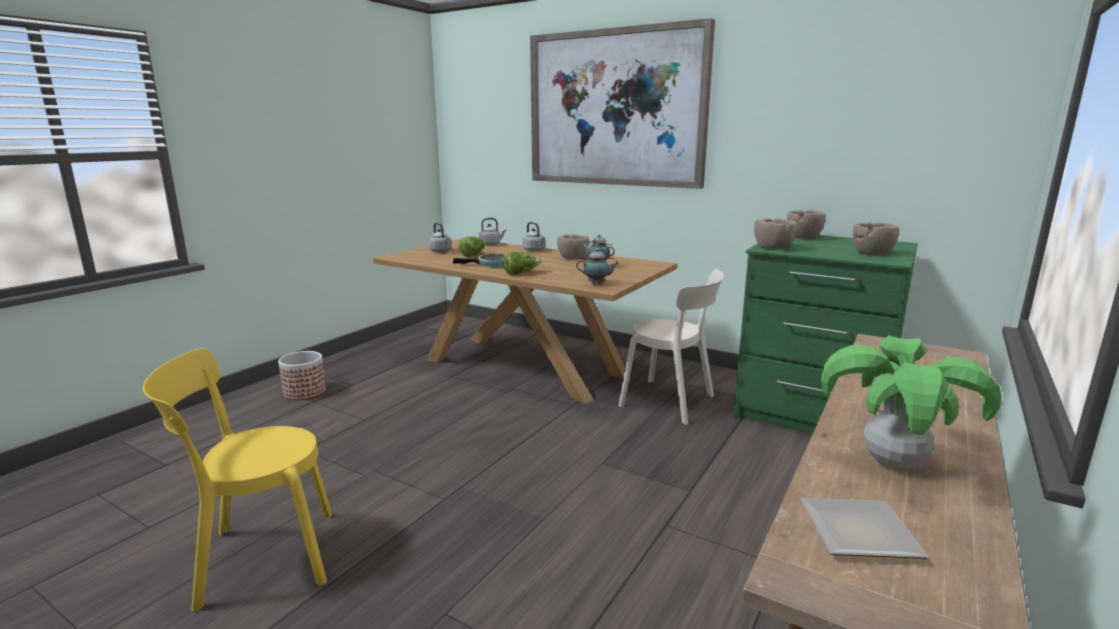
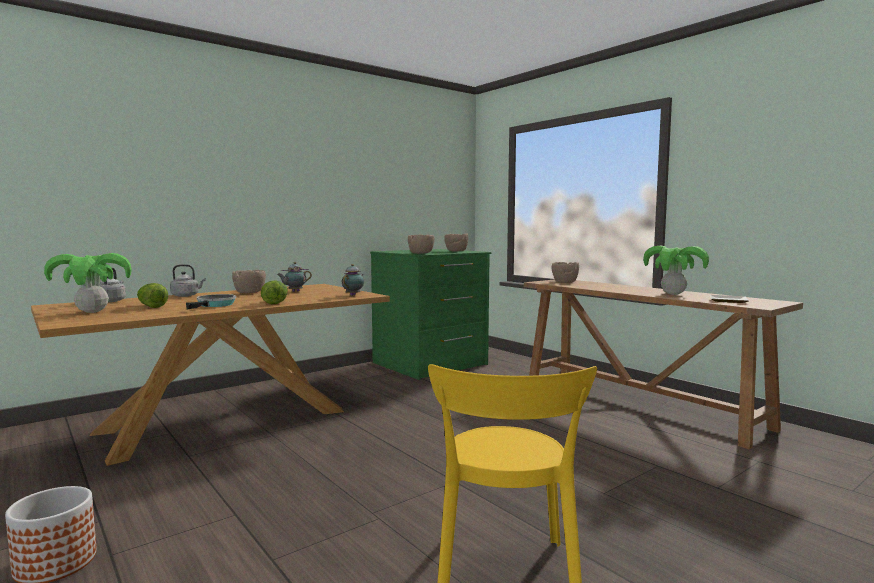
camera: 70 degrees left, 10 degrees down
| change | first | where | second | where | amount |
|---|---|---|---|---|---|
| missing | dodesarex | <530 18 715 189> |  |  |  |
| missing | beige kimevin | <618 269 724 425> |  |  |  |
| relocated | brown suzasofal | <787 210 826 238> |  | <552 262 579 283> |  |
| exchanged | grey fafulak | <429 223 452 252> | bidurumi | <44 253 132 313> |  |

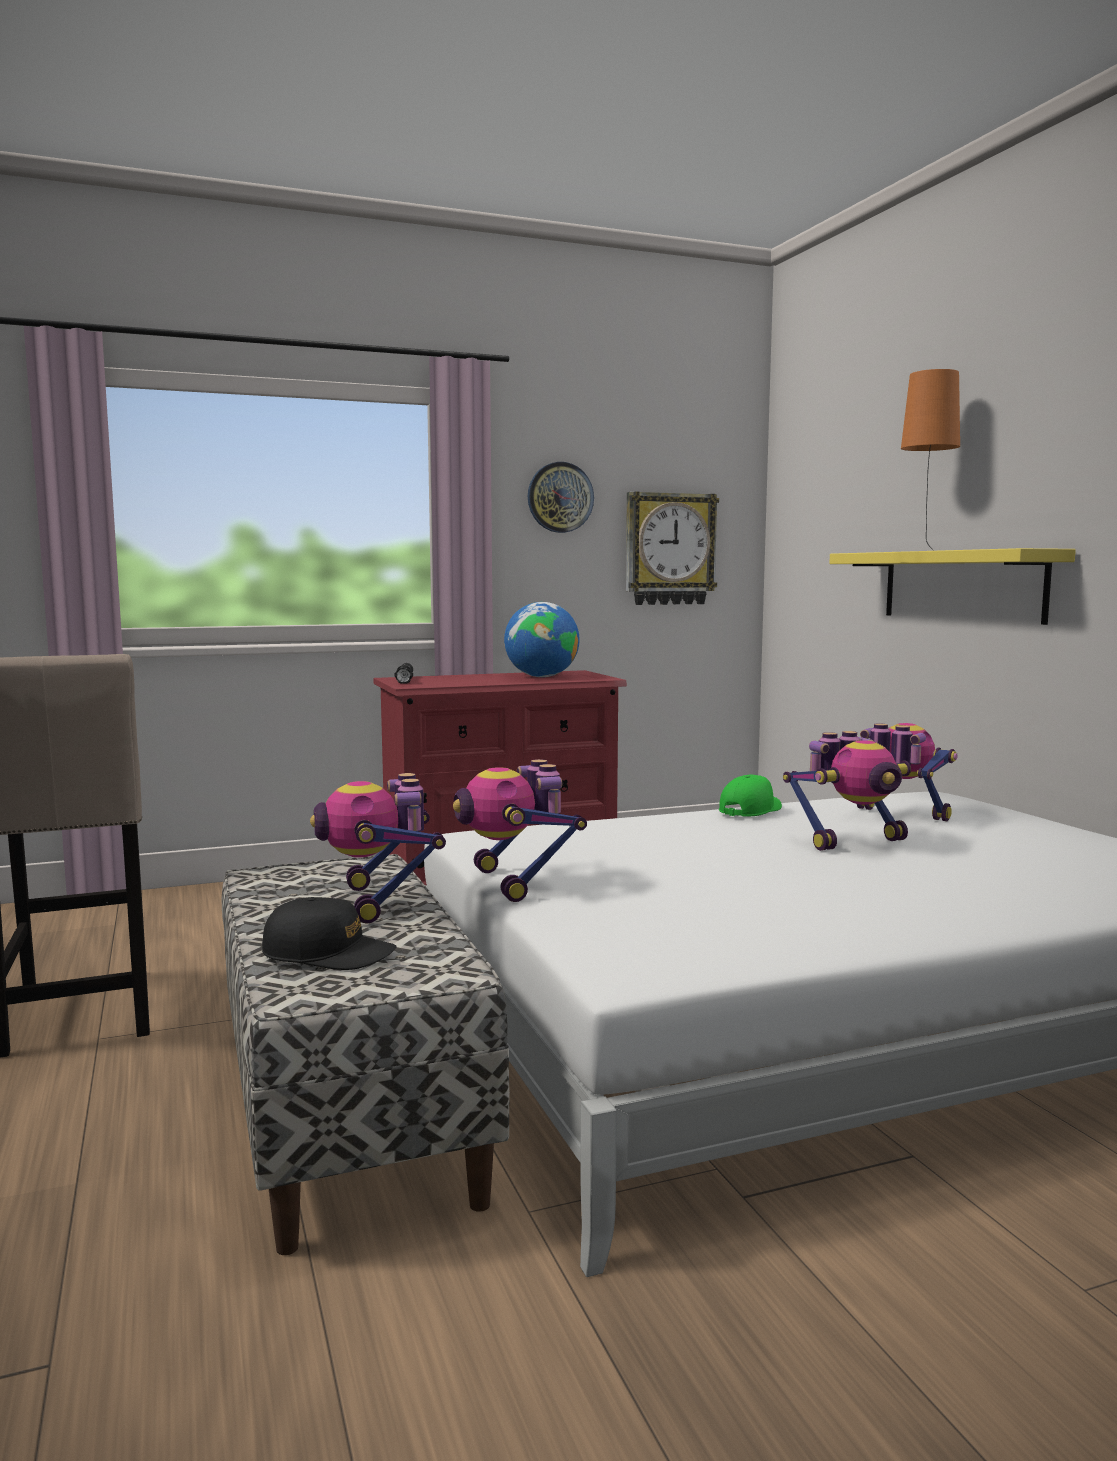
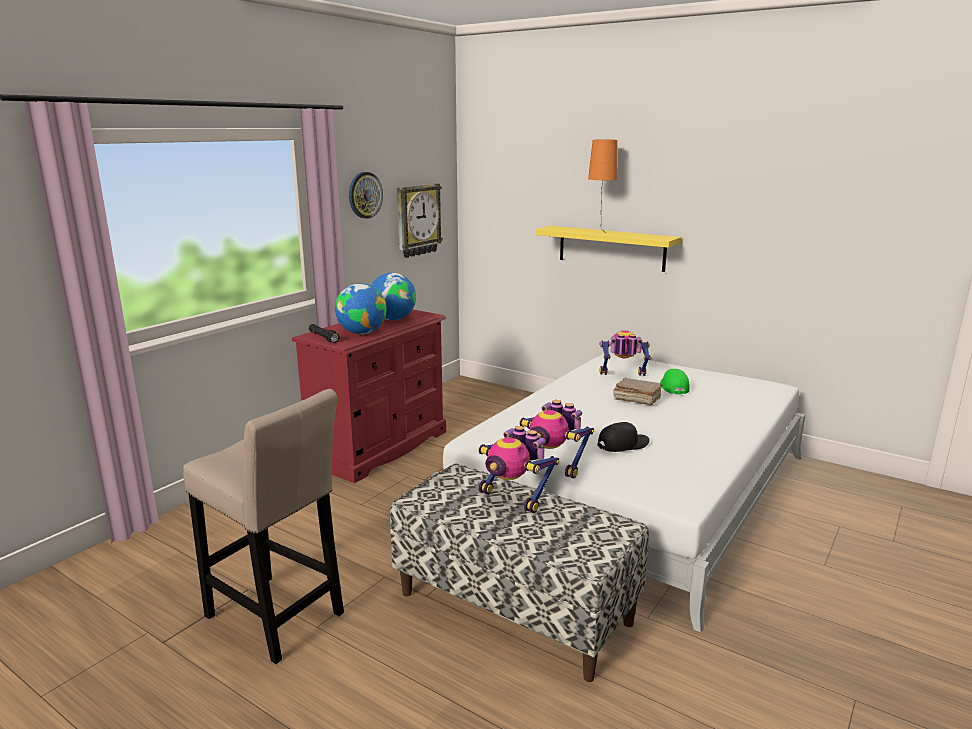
camera: 35 degrees left, 10 degrees up
| change | first | where | second | where | amount |
|---|---|---|---|---|---|
| appeared |  |  | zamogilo | <335 283 387 334> |  |
| relocated | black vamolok | <262 897 397 970> |  | <597 422 650 452> |  |
| relocated | green vamolok | <719 774 782 816> |  | <660 369 690 395> |  |
| exchanged | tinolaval | <783 731 911 851> | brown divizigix | <613 378 663 405> |  |

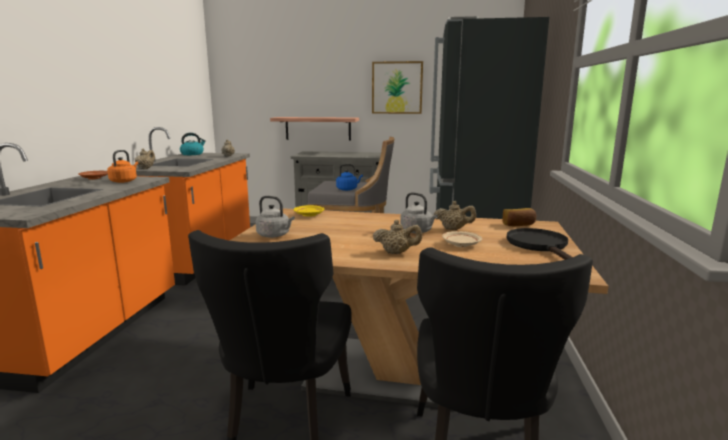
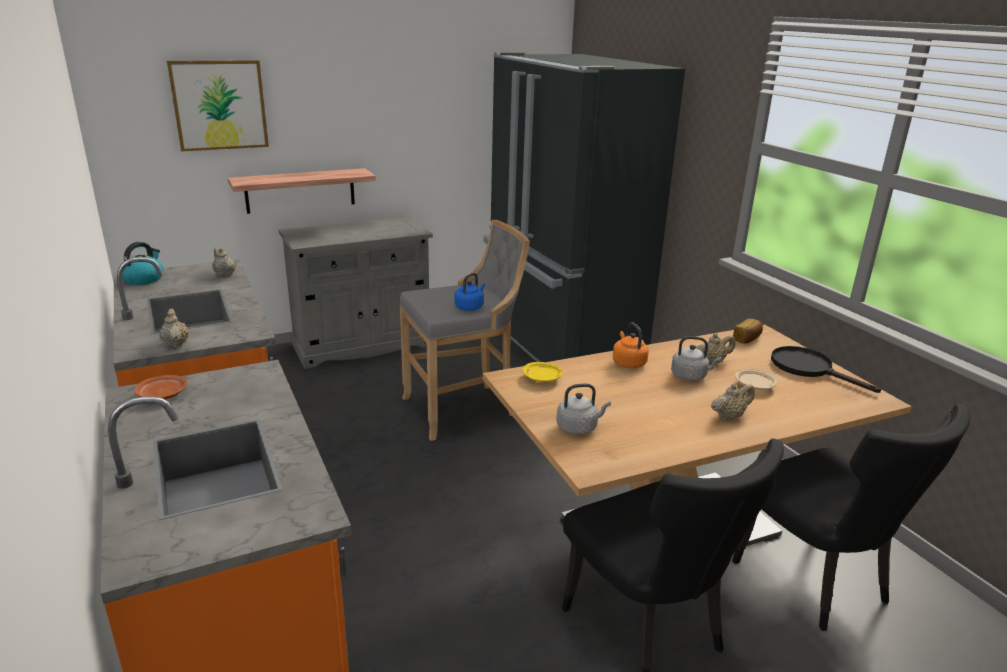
camera: 35 degrees left, 10 degrees up
| change | first | where | second | where | amount |
|---|---|---|---|---|---|
| relocated | orange fafulak | <107 150 138 183> |  | <613 322 649 369> |  |
| relocated | dodesarex | <372 61 423 114> |  | <167 60 269 151> |  |

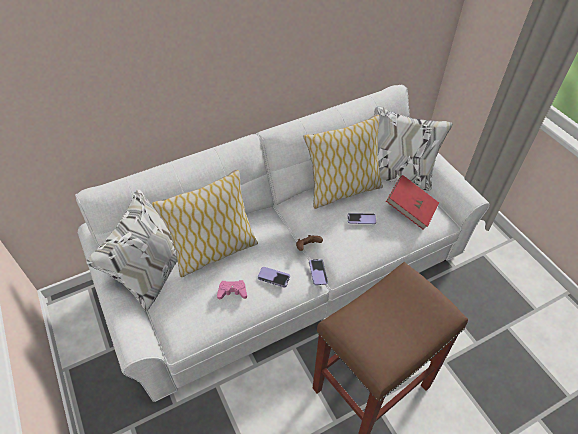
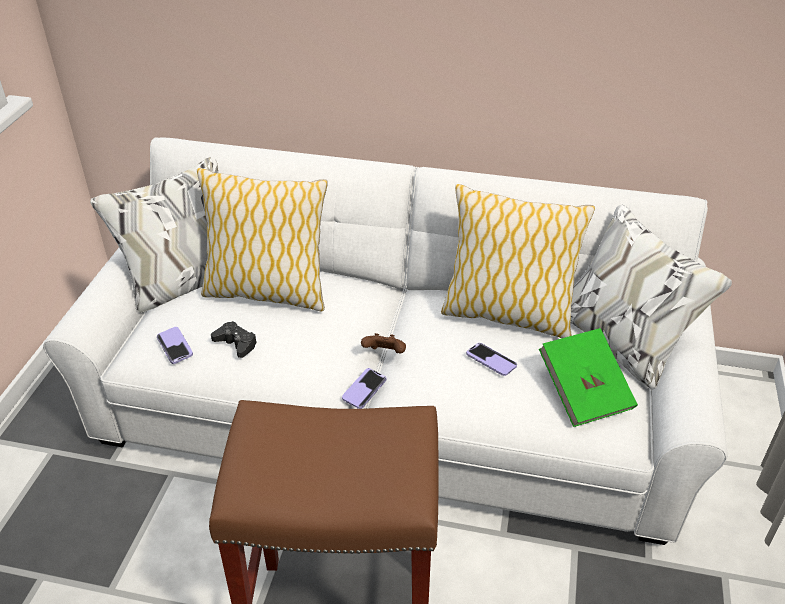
camera: 40 degrees right, 10 degrees down
| change | first | where | second | where | amount |
|---|---|---|---|---|---|
| relocated | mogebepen | <258 267 290 287> |  | <157 327 193 364> |  |
| colour | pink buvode | <217 280 247 299> | black buvode | <211 321 257 358> |  |
| colour | red divizigix | <386 175 439 230> | green divizigix | <539 328 638 427> |  |

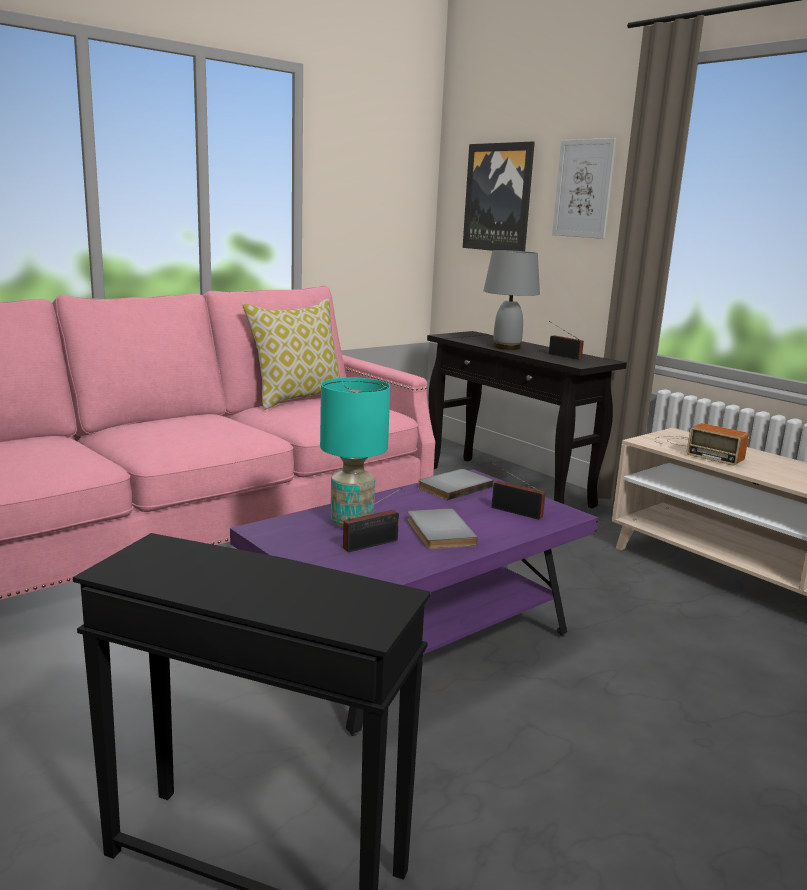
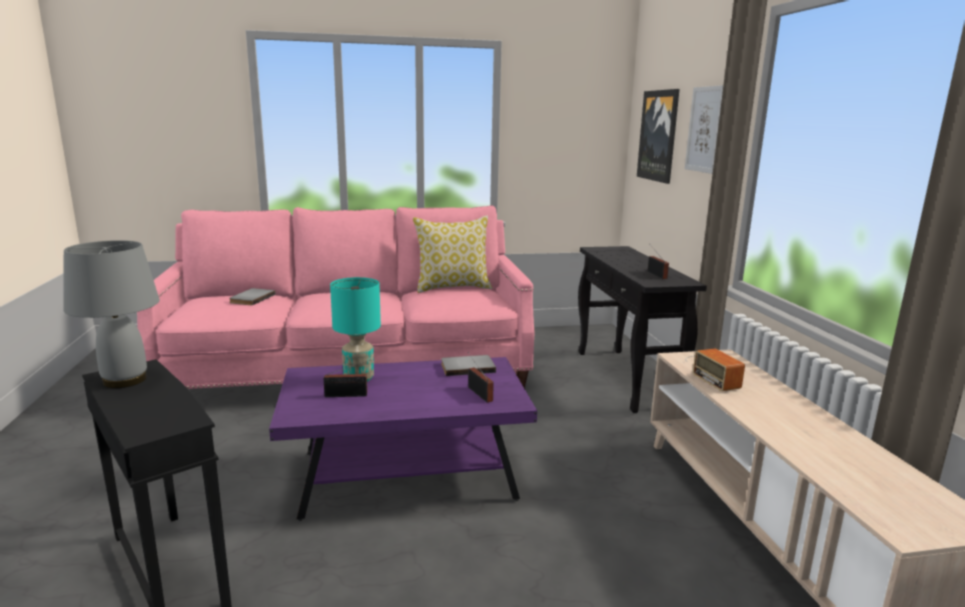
camera: 30 degrees right, 0 degrees up
| change | first | where | second | where | amount |
|---|---|---|---|---|---|
| relocated | grey divizigix | <407 508 478 549> |  | <229 288 275 306> |  |
| relocated | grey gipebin | <483 250 540 350> |  | <63 240 160 388> |  |

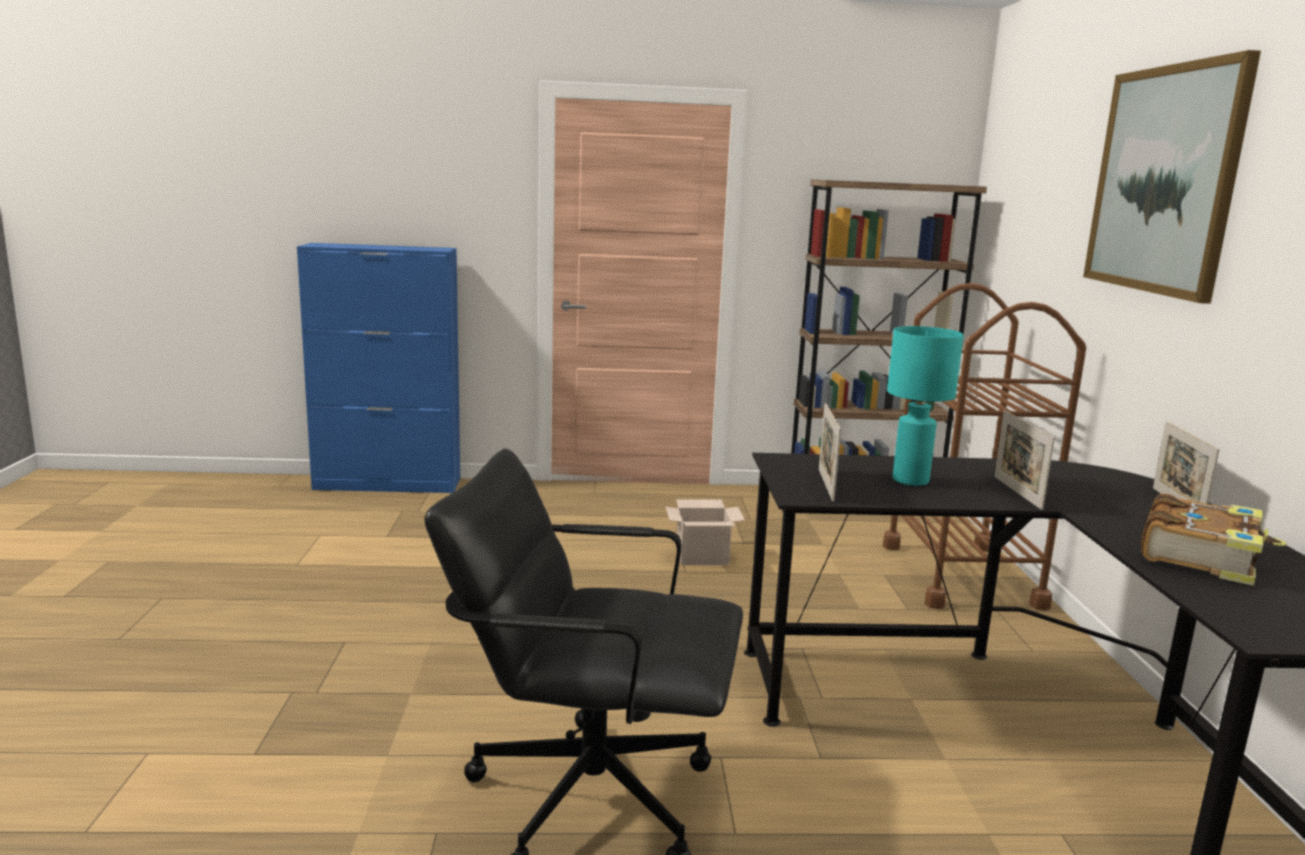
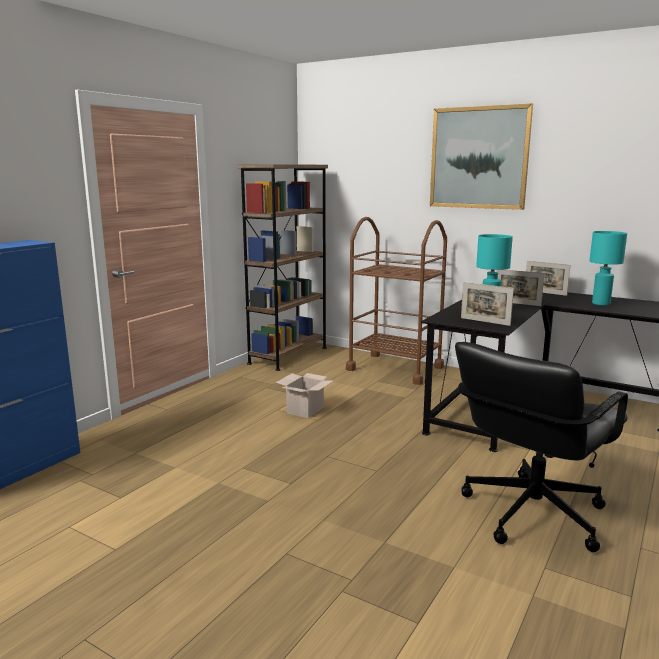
camera: 55 degrees left, 0 degrees up
| change | first | where | second | where | amount |
|---|---|---|---|---|---|
| exchanged | divizigix | <1141 493 1287 586> | turquoise gipebin | <590 231 627 306> |  |

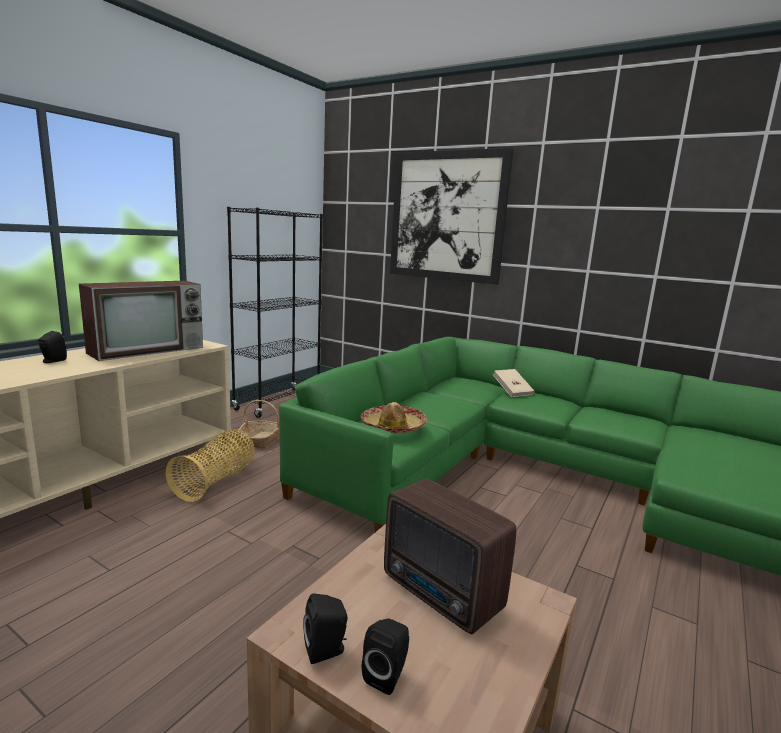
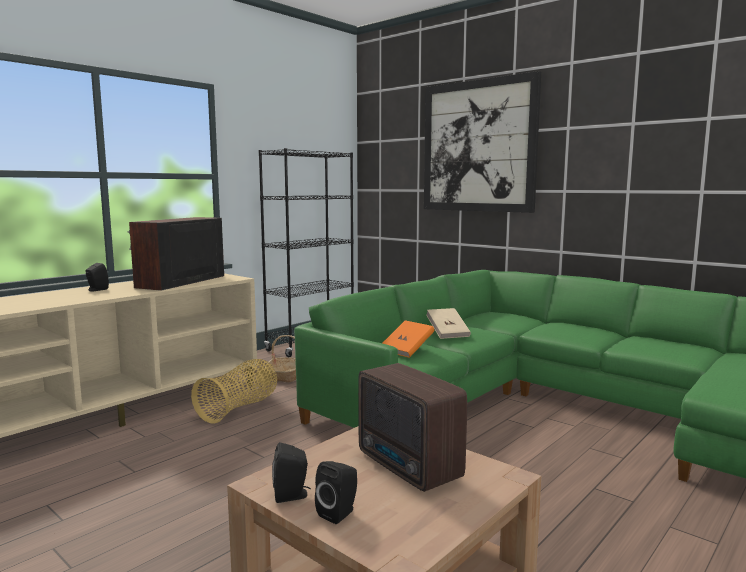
camera: 10 degrees right, 5 degrees down
| change | first | where | second | where | amount |
|---|---|---|---|---|---|
| relocated | beige divizigix | <493 369 535 397> |  | <426 308 471 339> |  |
| exchanged | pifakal | <361 402 427 434> | orange divizigix | <383 320 434 358> |  |
| spun | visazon | <79 281 203 361> |  | <127 217 224 291> | 150 degrees clockwise |

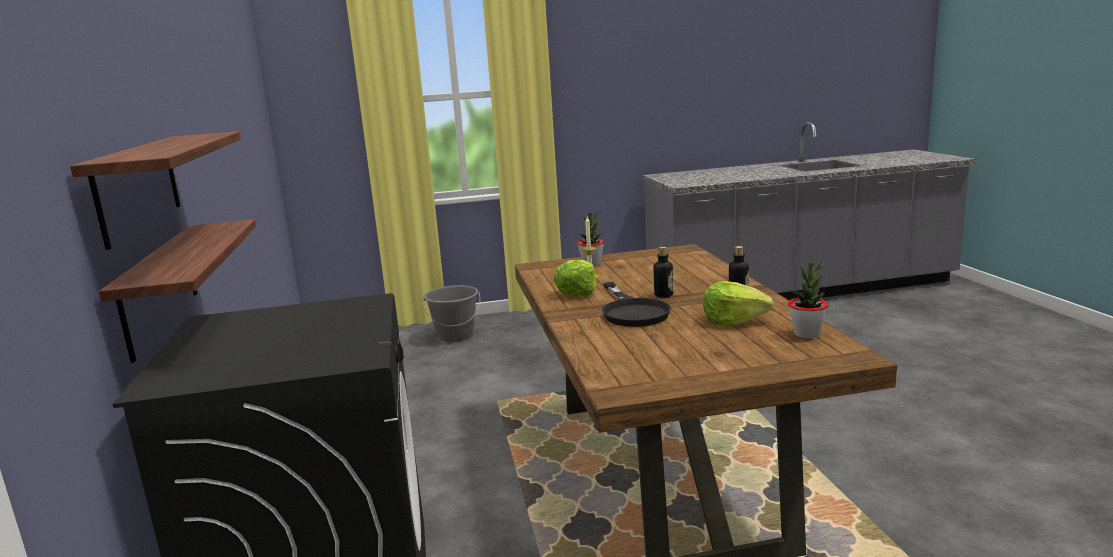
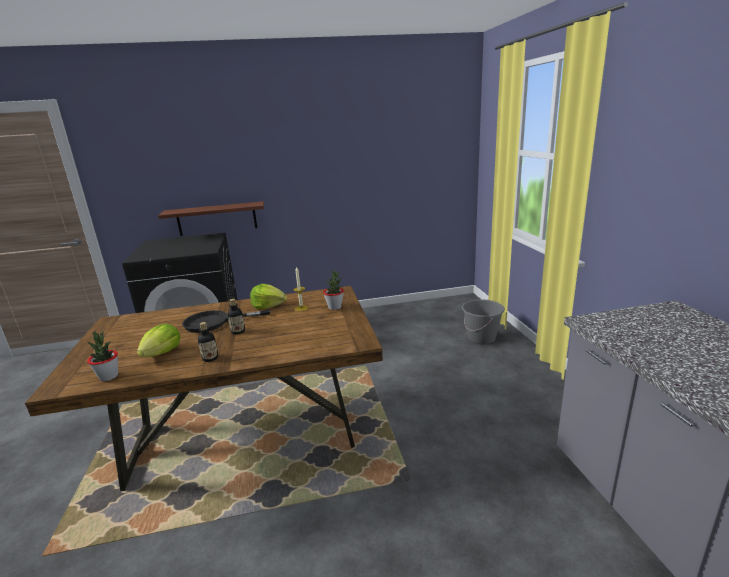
camera: 90 degrees right, 5 degrees up
| change | first | where | second | where | amount |
|---|---|---|---|---|---|
| missing | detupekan | <70 131 241 250> |  |  |  |

